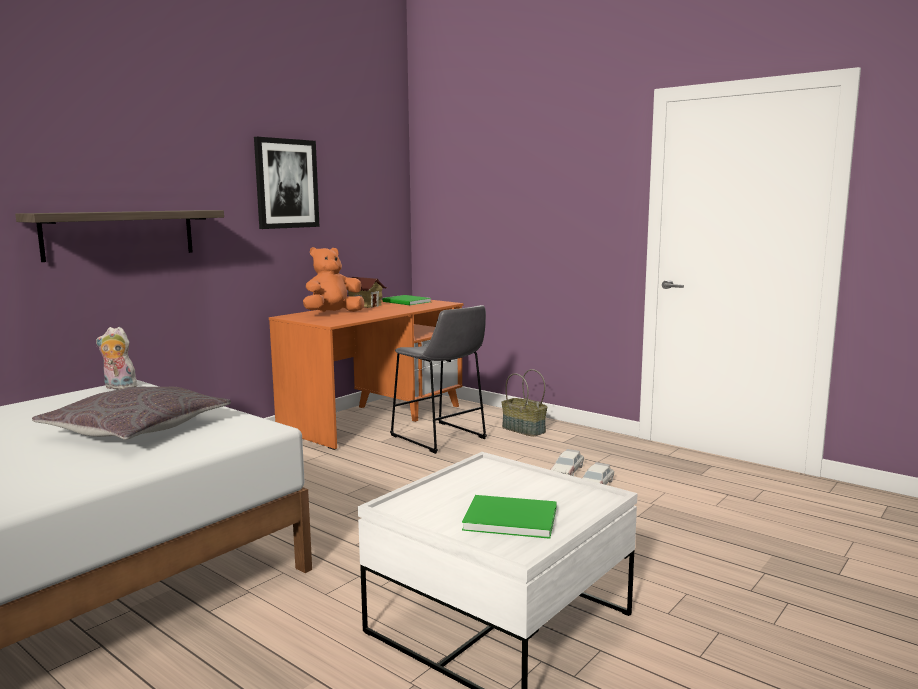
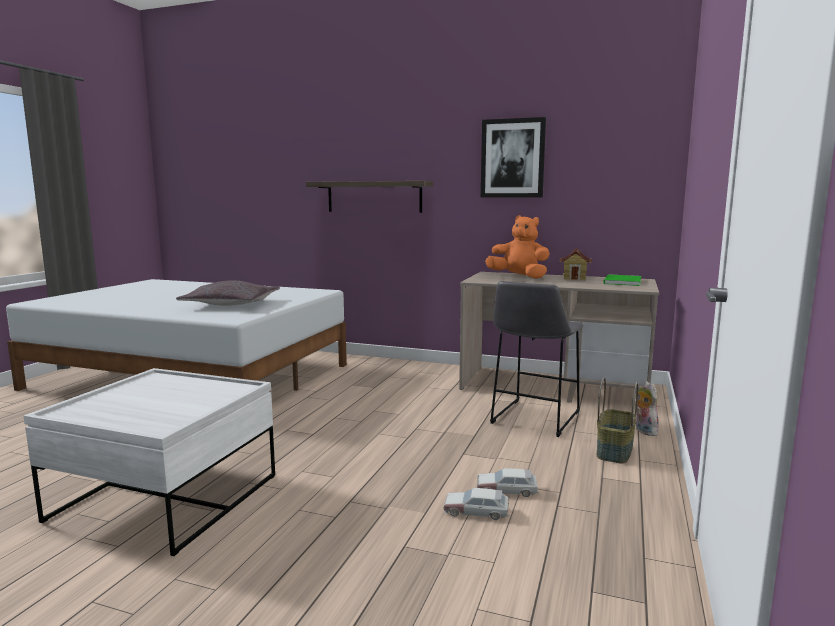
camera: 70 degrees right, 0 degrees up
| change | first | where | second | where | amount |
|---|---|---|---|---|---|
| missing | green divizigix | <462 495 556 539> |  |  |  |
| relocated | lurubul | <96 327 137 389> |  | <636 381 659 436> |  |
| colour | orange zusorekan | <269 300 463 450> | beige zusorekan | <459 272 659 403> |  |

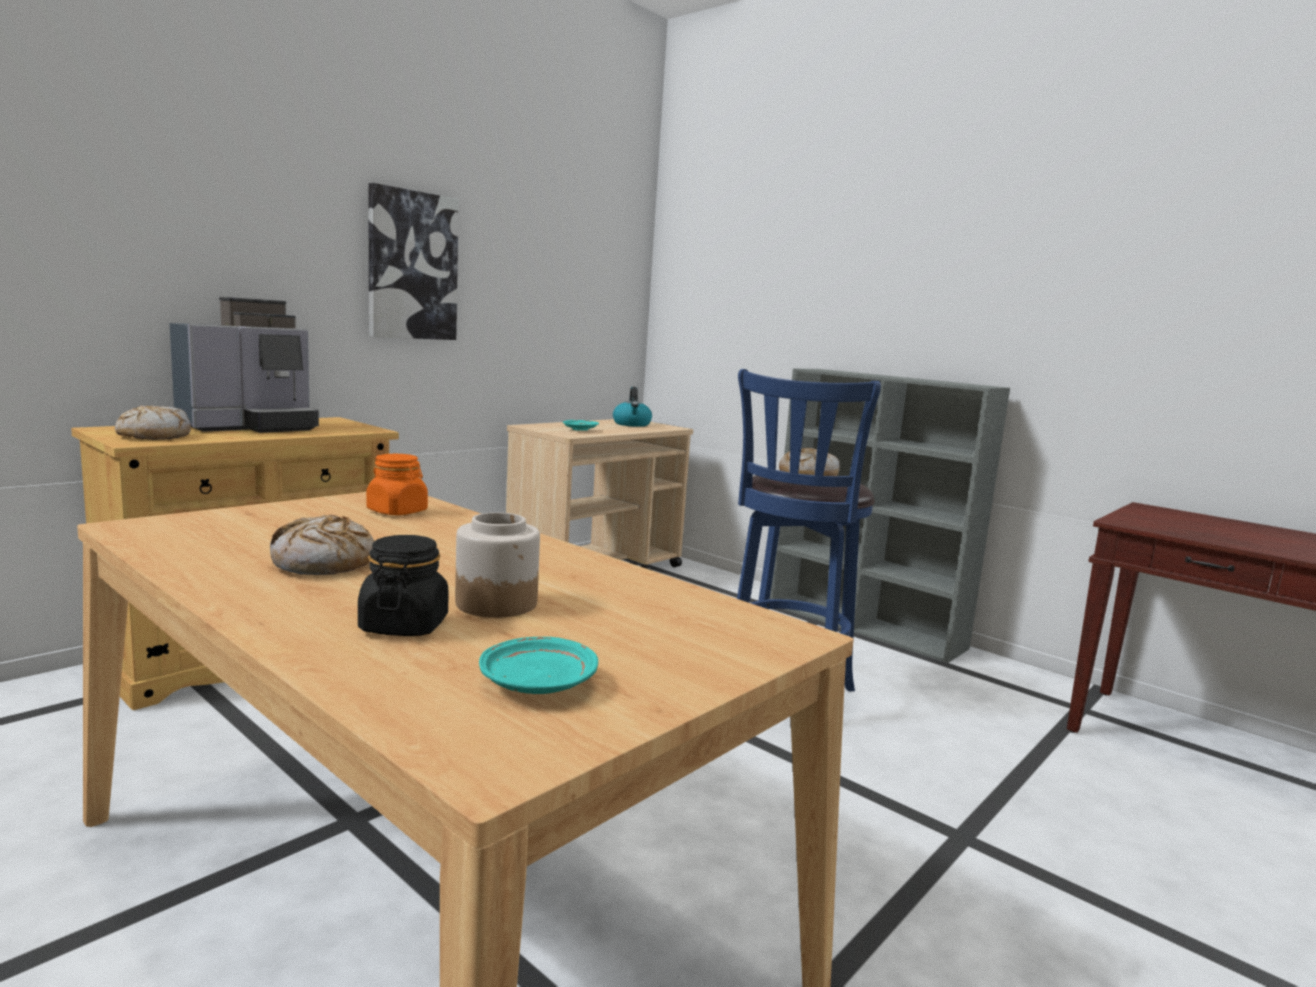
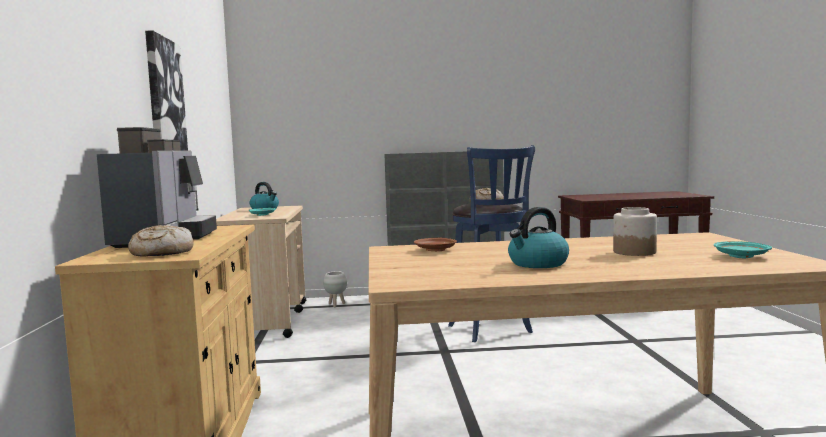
camera: 45 degrees left, 5 degrees down
| change | first | where | second | where | amount |
|---|---|---|---|---|---|
| missing | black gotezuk | <358 535 449 636> |  |  |  |
| appeared |  |  | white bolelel | <323 271 347 307> |  |
| exchanged | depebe | <270 514 374 575> | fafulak | <508 207 569 268> |  |
| exchanged | orange gotezuk | <366 454 428 515> | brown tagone | <414 237 457 251> |  |

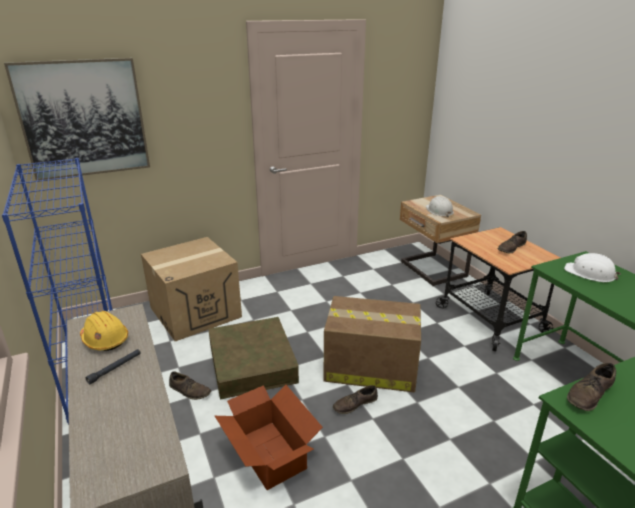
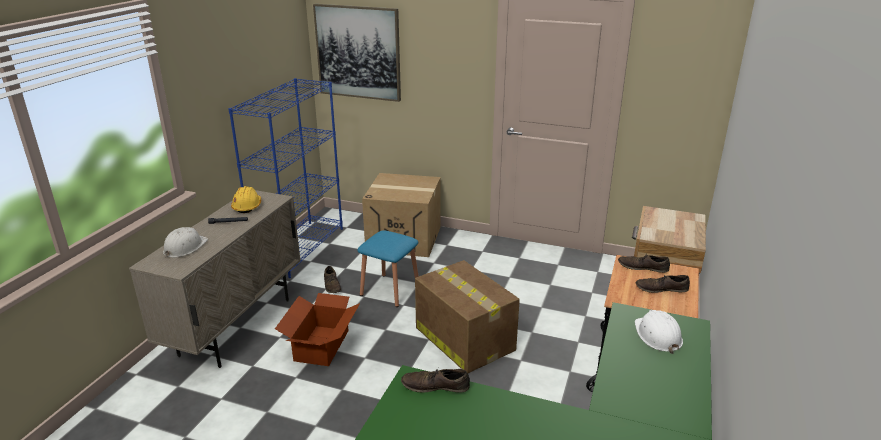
camera: 45 degrees right, 0 degrees up
| change | first | where | second | where | amount |
|---|---|---|---|---|---|
| relocated | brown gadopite | <333 385 378 414> |  | <618 255 670 273> |  |
| relocated | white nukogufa | <426 196 454 217> |  | <163 227 208 258> |  |
| exchanged | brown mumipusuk | <208 317 299 400> | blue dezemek | <358 230 419 307> |  |

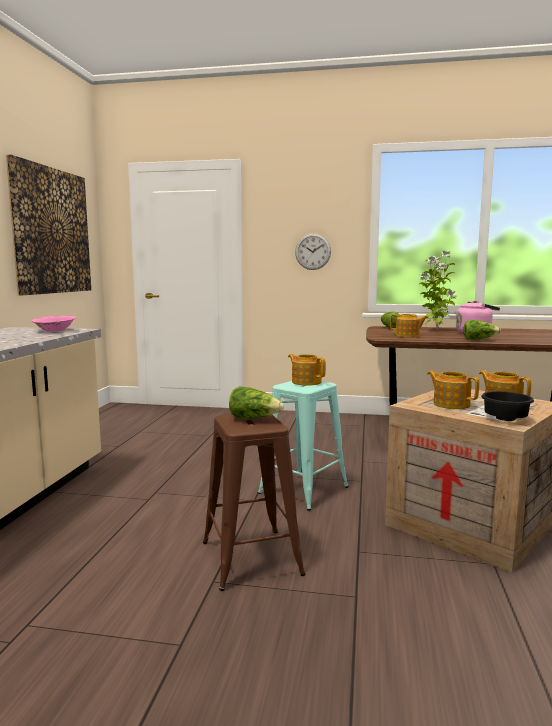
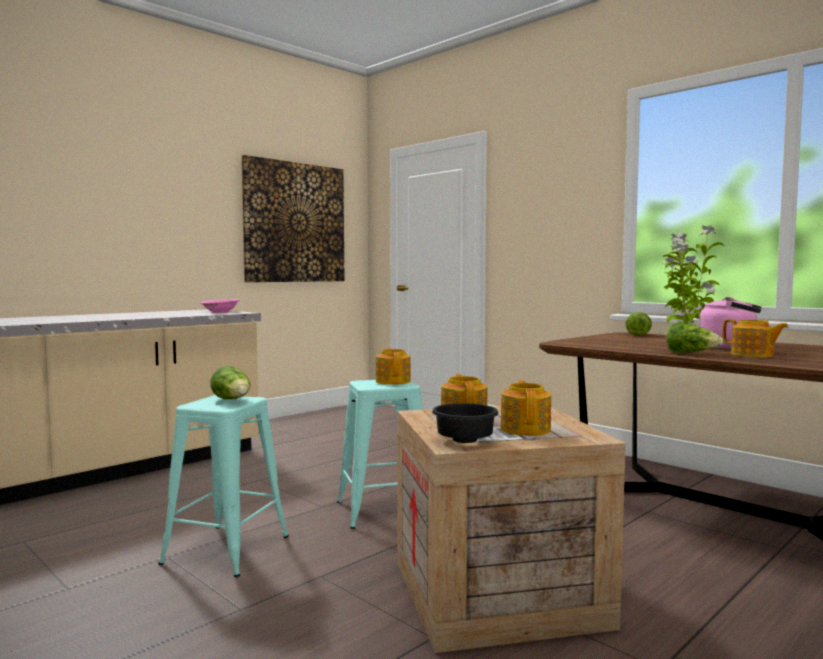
camera: 35 degrees right, 5 degrees down
| change | first | where | second | where | amount |
|---|---|---|---|---|---|
| missing | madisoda | <295 233 331 270> |  |  |  |
| relocated | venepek | <390 314 428 337> |  | <722 319 789 357> |  |
| colour | brown dezemek | <203 415 306 591> | turquoise dezemek | <158 395 289 577> |  |

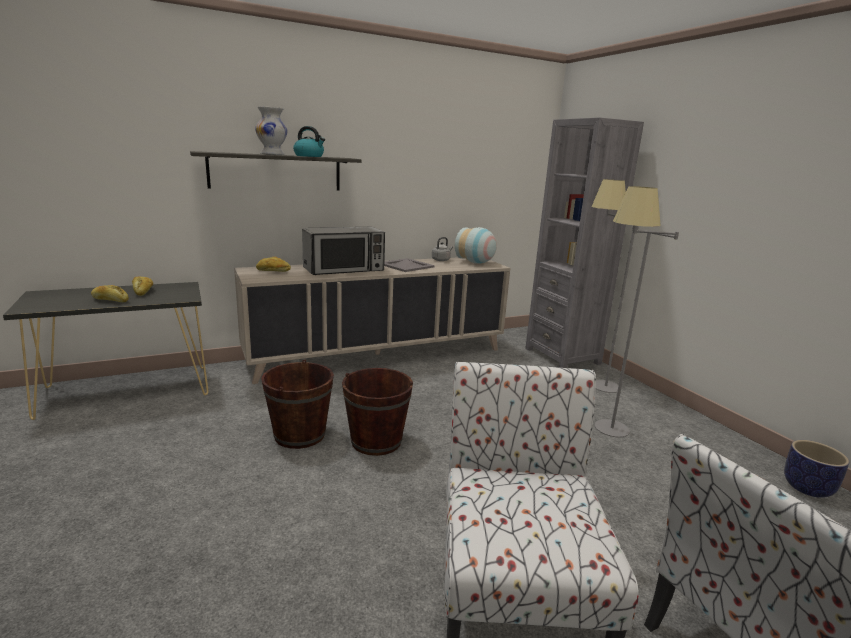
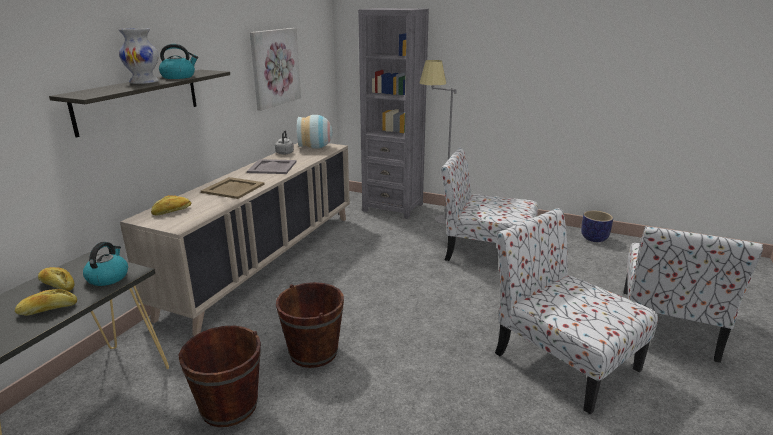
camera: 40 degrees left, 5 degrees up
| change | first | where | second | where | amount |
|---|---|---|---|---|---|
| appeared |  |  | fafulak | <83 242 128 286> |  |
| appeared |  |  | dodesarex | <250 28 301 111> |  |
| relocated | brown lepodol | <342 368 413 456> |  | <178 326 261 427> |  |
| exchanged | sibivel | <302 227 385 275> | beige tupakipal | <201 177 265 199> |  |
| exchanged | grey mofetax | <595 186 679 437> | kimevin | <441 148 538 261> |  |

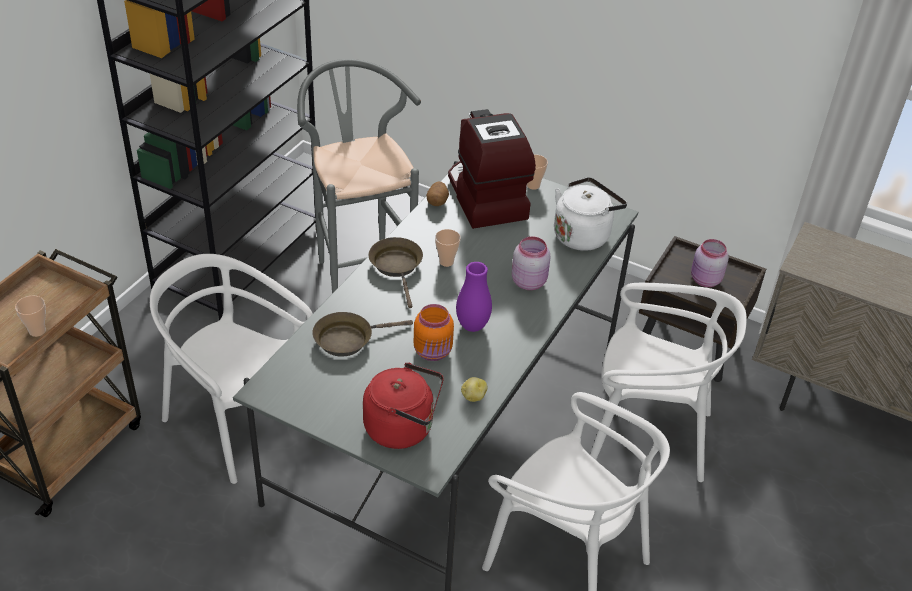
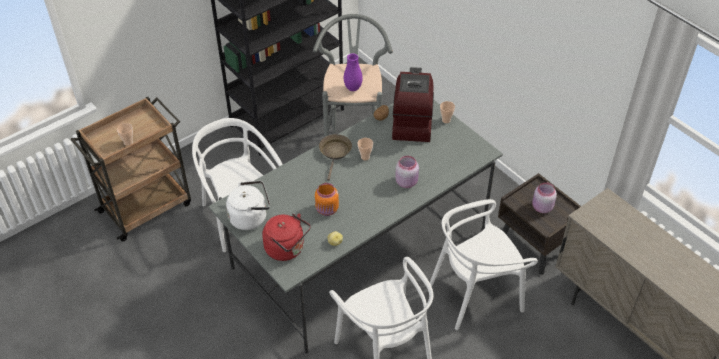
camera: 25 degrees right, 5 degrees up
| change | first | where | second | where | amount |
|---|---|---|---|---|---|
| missing | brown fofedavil | <312 312 413 357> |  |  |  |
| relocated | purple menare | <456 262 492 332> |  | <344 53 363 91> |  |
| relocated | white fafulak | <554 177 627 251> |  | <226 181 270 230> |  |
| spun | white kimevin | <590 283 747 482> |  | <430 199 538 330> | 120 degrees clockwise |

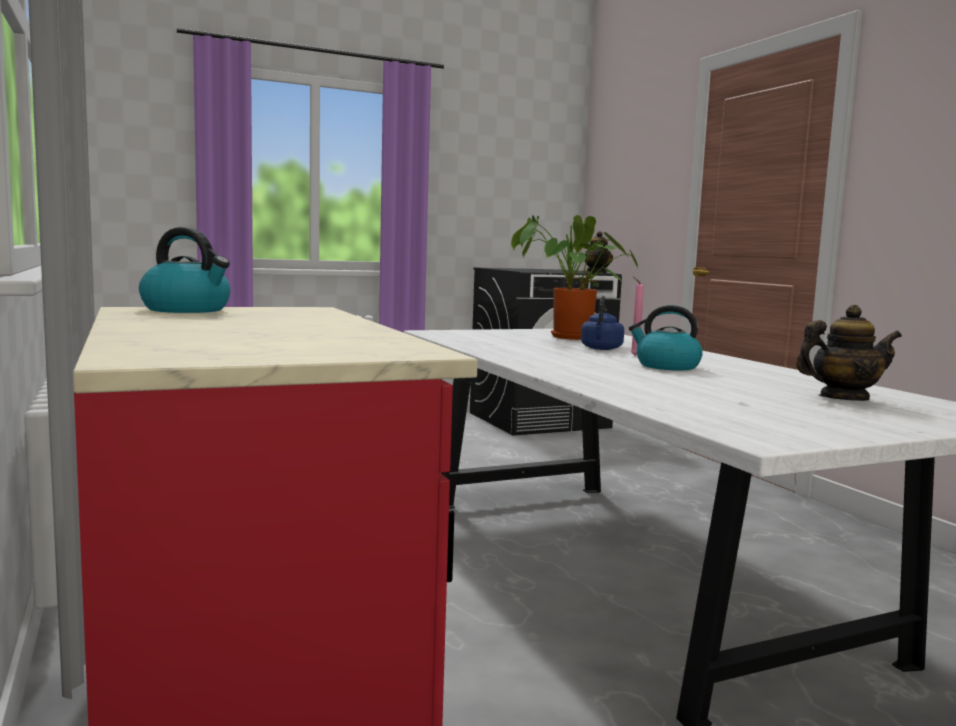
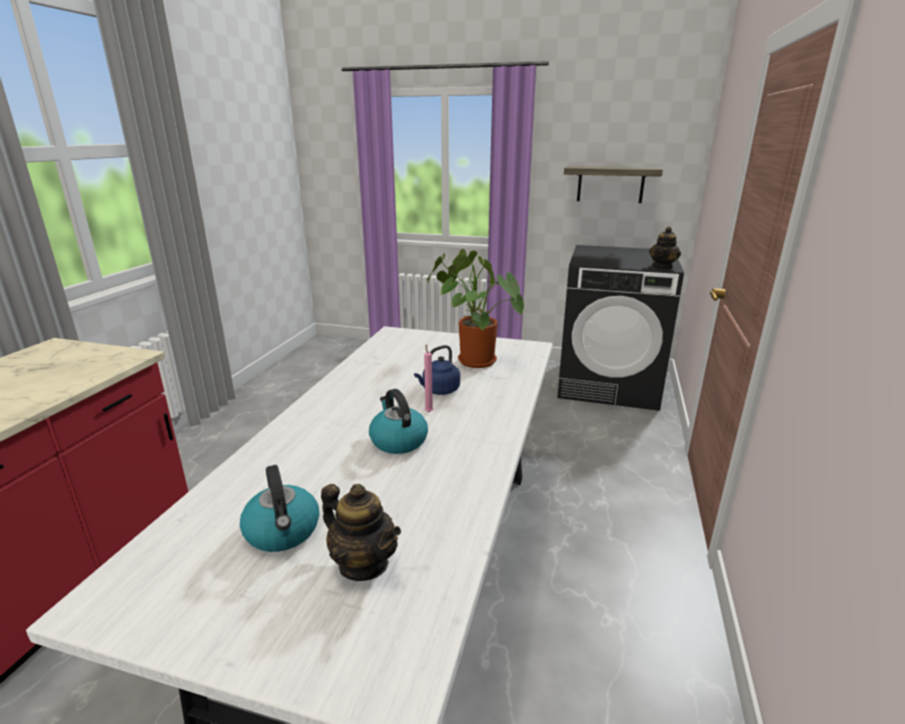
camera: 40 degrees right, 15 degrees up
| change | first | where | second | where | amount |
|---|---|---|---|---|---|
| appeared |  |  | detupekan | <564 166 663 203> |  |
| relocated | fafulak | <139 227 231 313> |  | <240 465 319 552> |  |

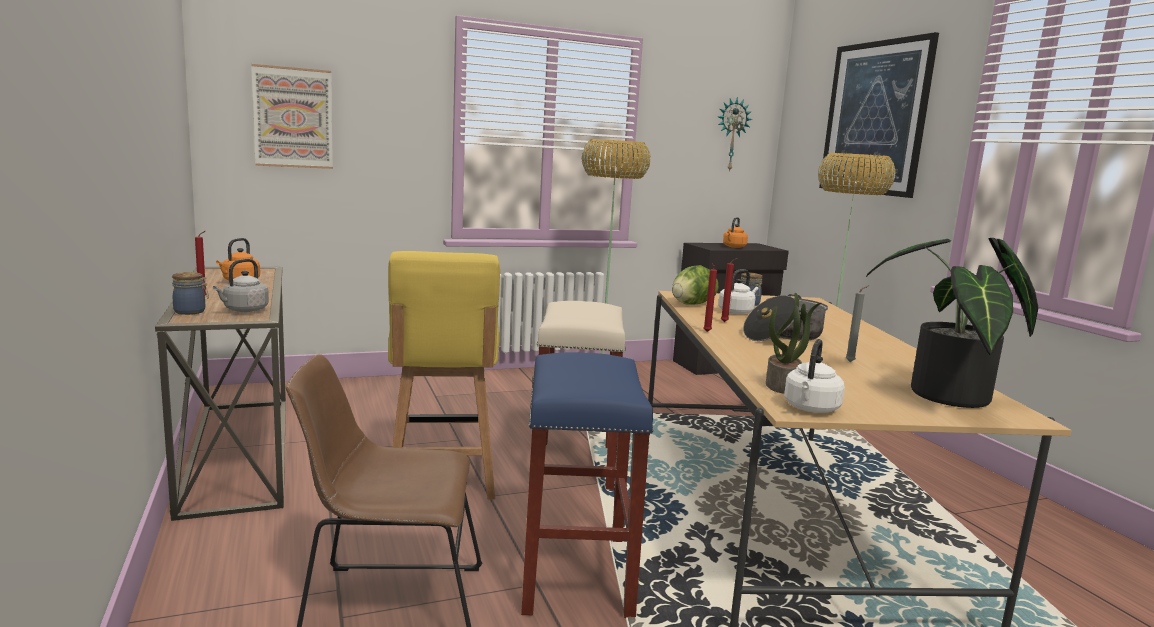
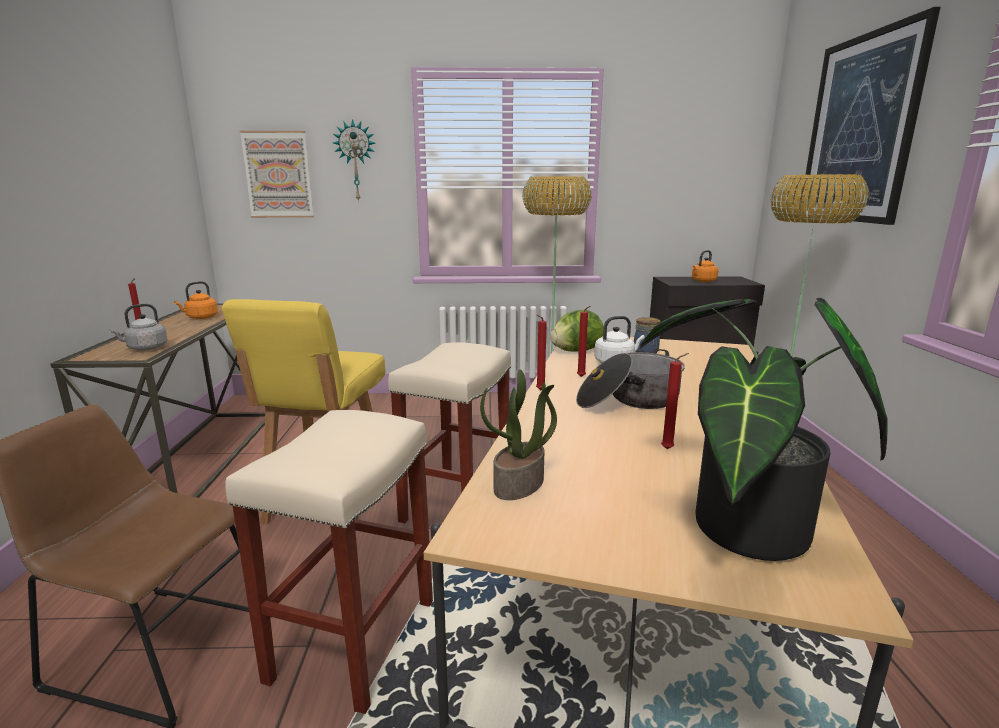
camera: 20 degrees right, 5 degrees up
| change | first | where | second | where | amount |
|---|---|---|---|---|---|
| missing | gotezuk | <172 272 209 315> |  |  |  |
| missing | white fafulak | <784 339 845 413> |  |  |  |
| relocated | madisoda | <718 97 752 172> |  | <333 119 375 202> |  |
| colour | blue dezemek | <521 352 653 618> | beige dezemek | <225 410 433 714> |  |
| colour | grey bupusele | <846 285 869 362> | red bupusele | <661 353 689 449> |  |

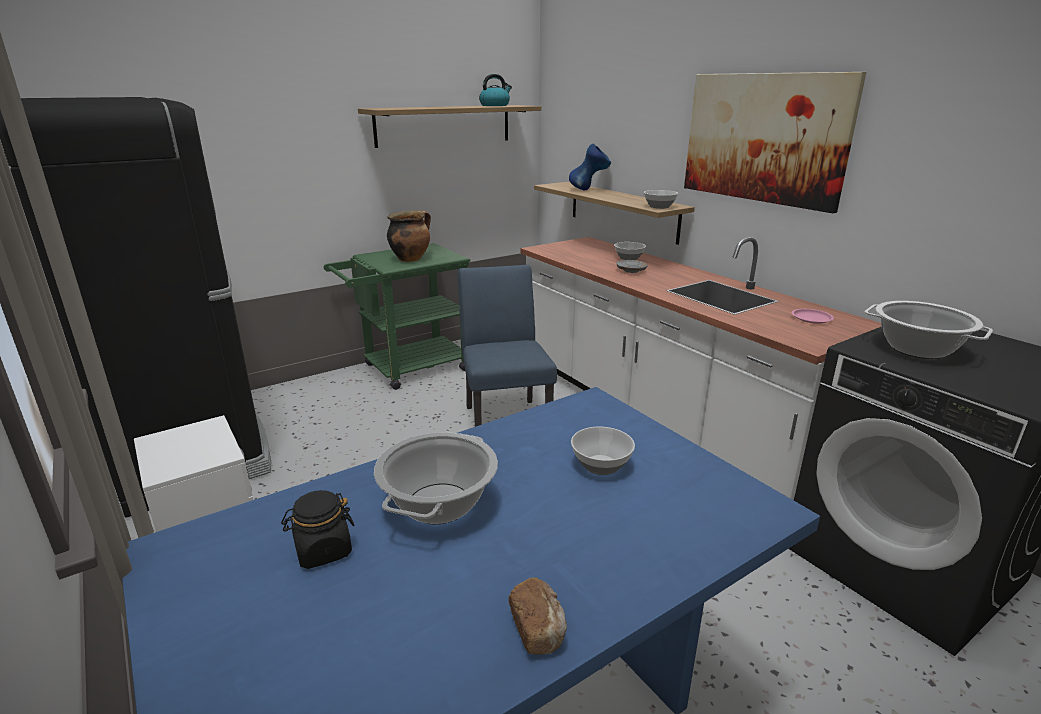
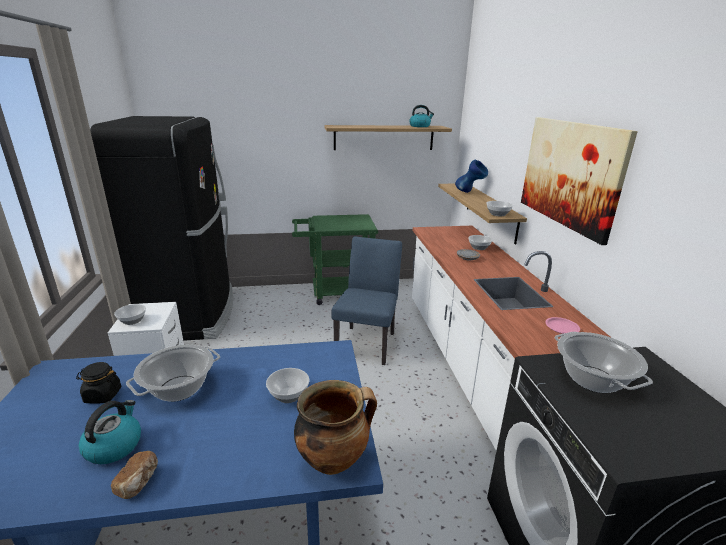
camera: 25 degrees right, 0 degrees up
| change | first | where | second | where | amount |
|---|---|---|---|---|---|
| appeared |  |  | fafulak | <79 400 141 464> |  |
| appeared |  |  | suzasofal | <114 304 146 325> |  |
| relocated | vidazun | <387 211 431 262> |  | <294 380 377 475> |  |

